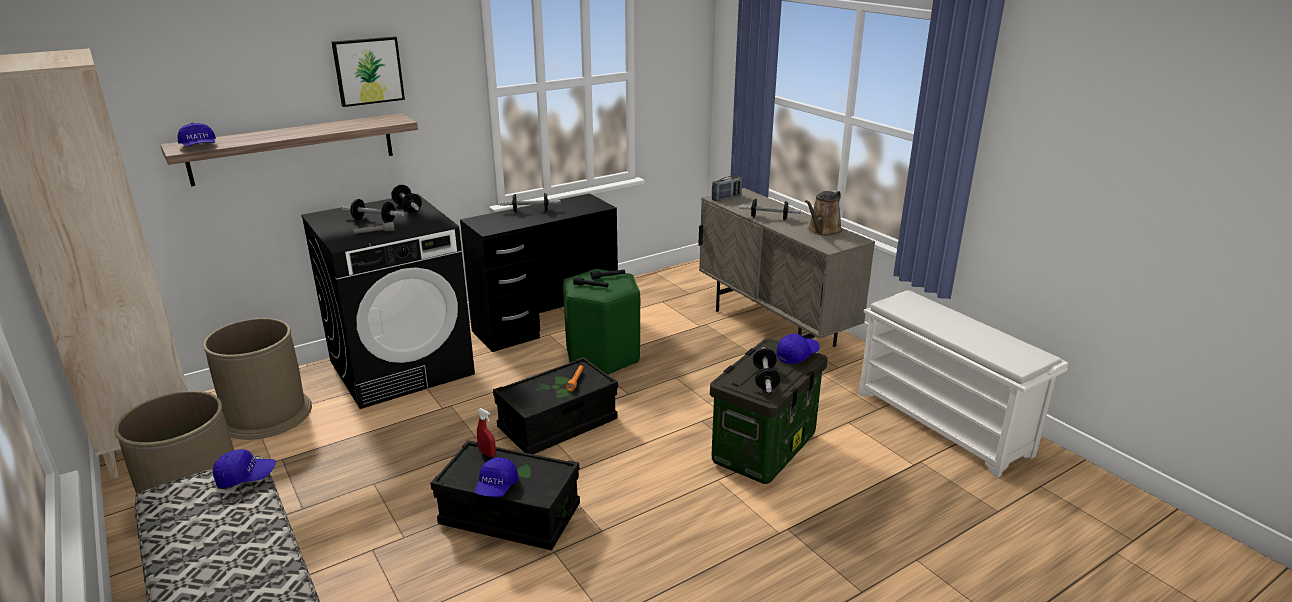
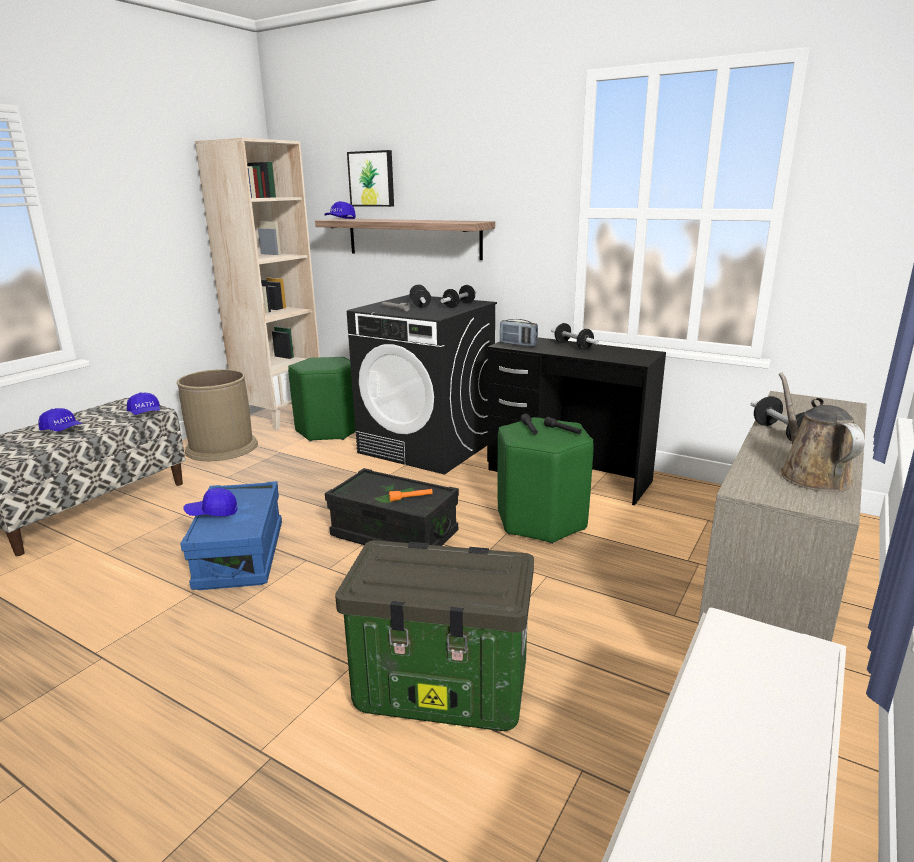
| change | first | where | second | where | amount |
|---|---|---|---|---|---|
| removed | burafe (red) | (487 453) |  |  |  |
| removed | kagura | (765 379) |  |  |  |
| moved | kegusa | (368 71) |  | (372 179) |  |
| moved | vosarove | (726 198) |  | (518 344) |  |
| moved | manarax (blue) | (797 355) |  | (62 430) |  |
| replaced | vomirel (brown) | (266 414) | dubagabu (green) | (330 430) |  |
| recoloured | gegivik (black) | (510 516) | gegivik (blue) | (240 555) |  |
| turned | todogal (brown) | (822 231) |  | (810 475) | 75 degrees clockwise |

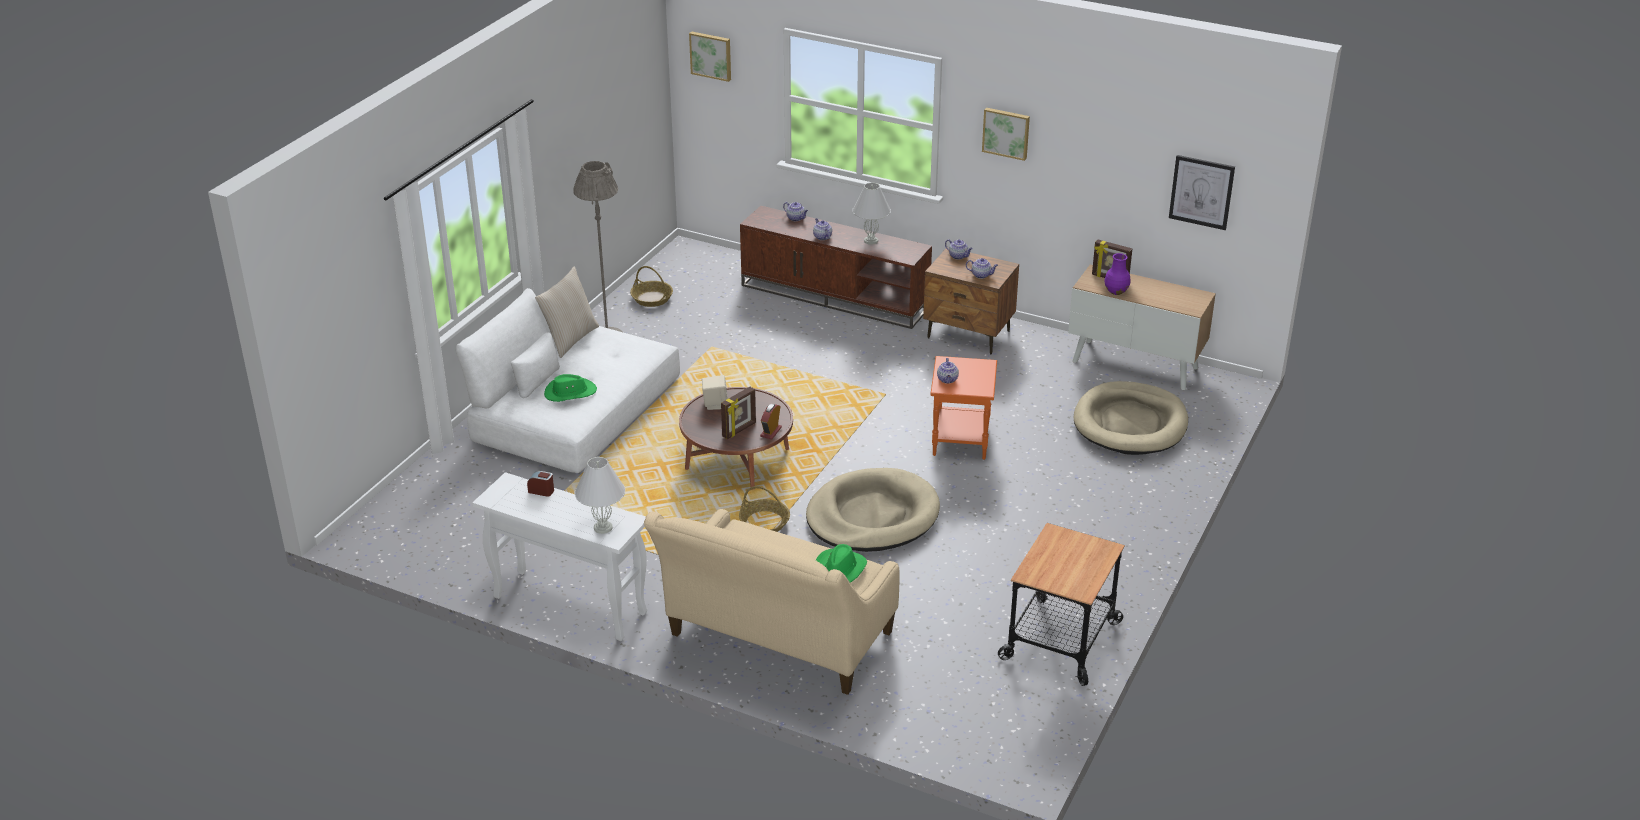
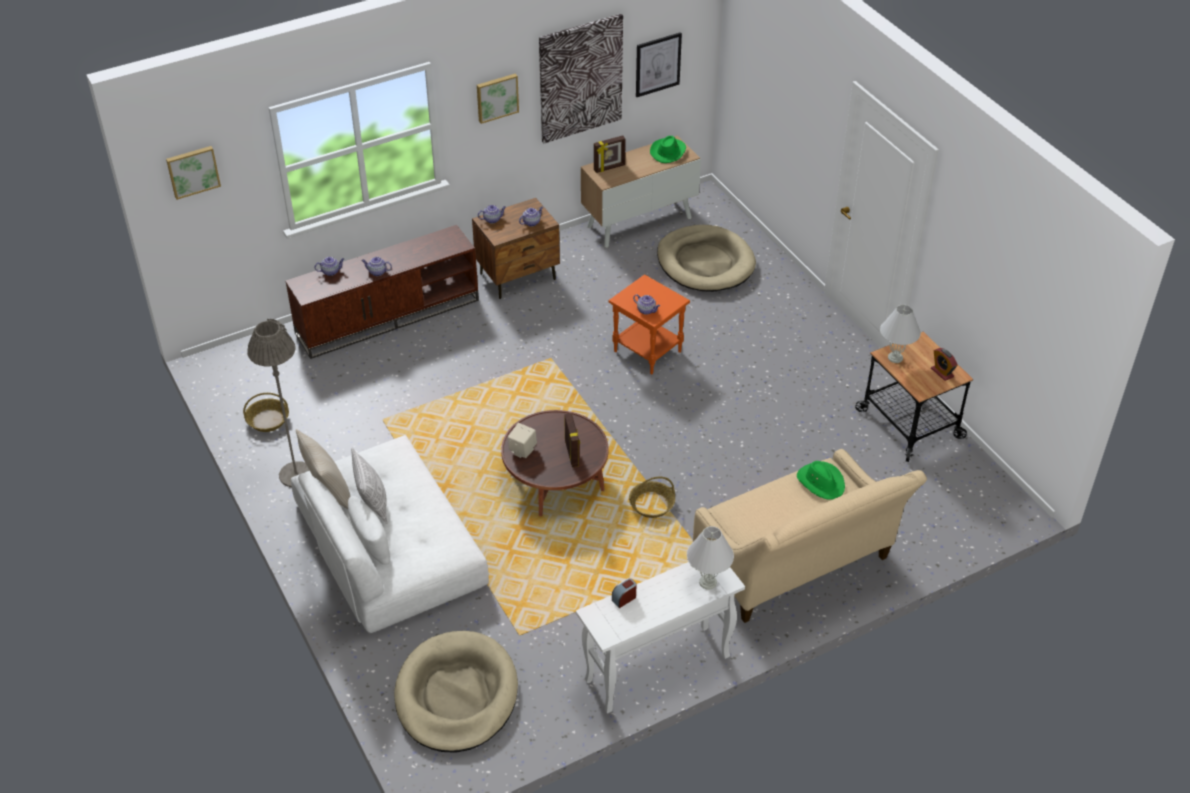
| change | first | where | second | where | amount |
|---|---|---|---|---|---|
| removed | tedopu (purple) | (1116 291) |  |  |  |
| added |  |  | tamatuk | (372 504) |  |
| added |  |  | kegusa | (580 78) |  |
| moved | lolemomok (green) | (570 392) |  | (668 151) |  |
| moved | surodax | (771 432) |  | (942 372) |  |
| moved | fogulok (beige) | (872 516) |  | (456 695) |  |
| moved | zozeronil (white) | (870 241) |  | (895 358) |  |

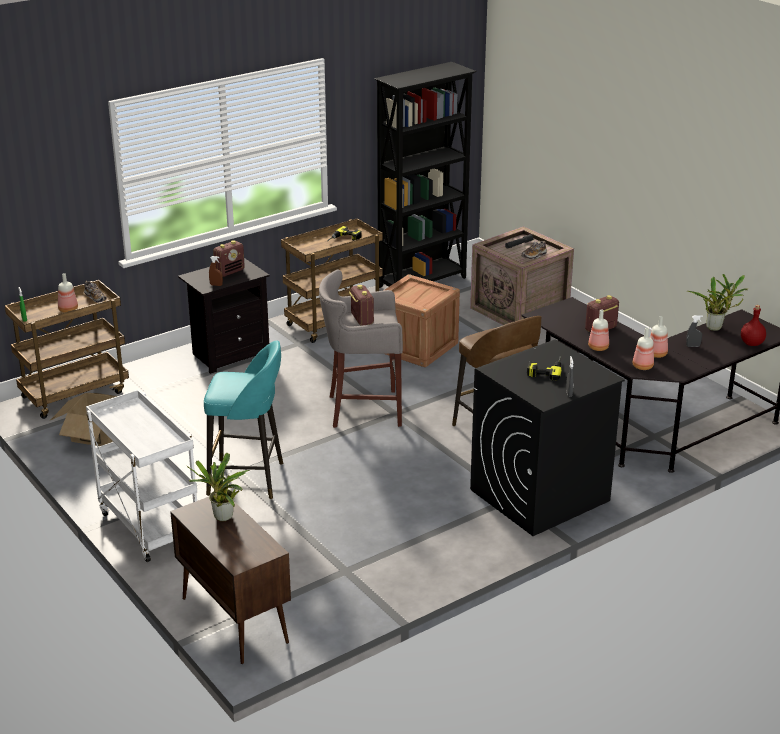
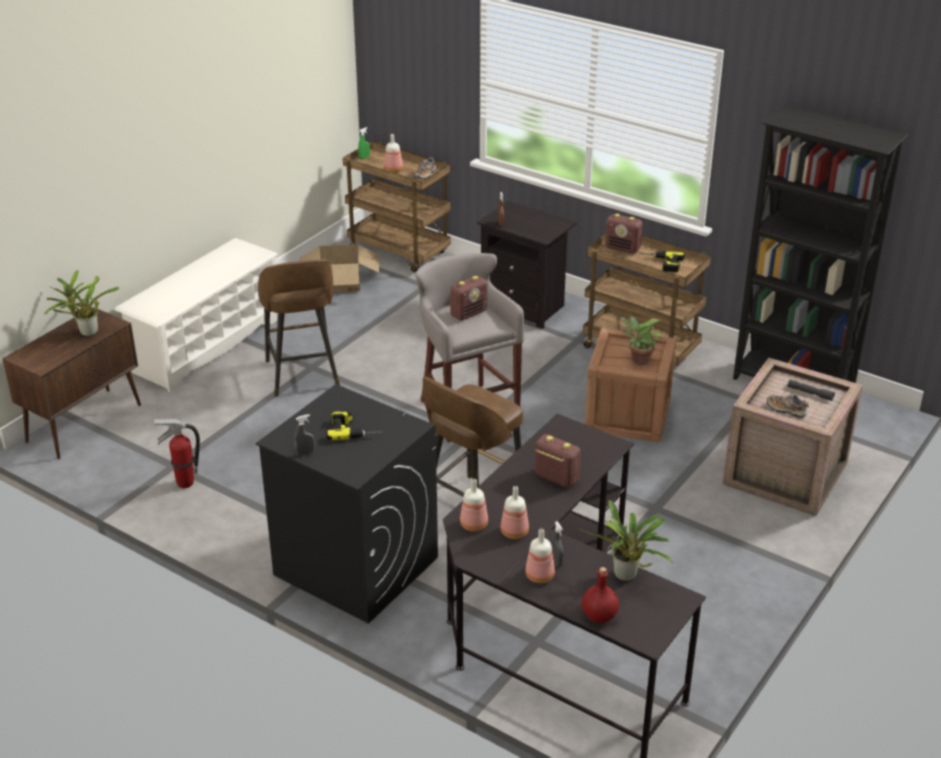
| change | first | where | second | where | amount |
|---|---|---|---|---|---|
| added |  |  | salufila | (184 483) |  |
| added |  |  | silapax | (638 360) |  |
| moved | vosarove | (230 272) |  | (623 248) |  |
| moved | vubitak | (597 347) |  | (540 575) |  |
| replaced | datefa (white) | (148 526) | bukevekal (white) | (207 345) |  |
| recoloured | dubagabu (turquoise) | (248 479) | dubagabu (brown) | (302 375) |  |

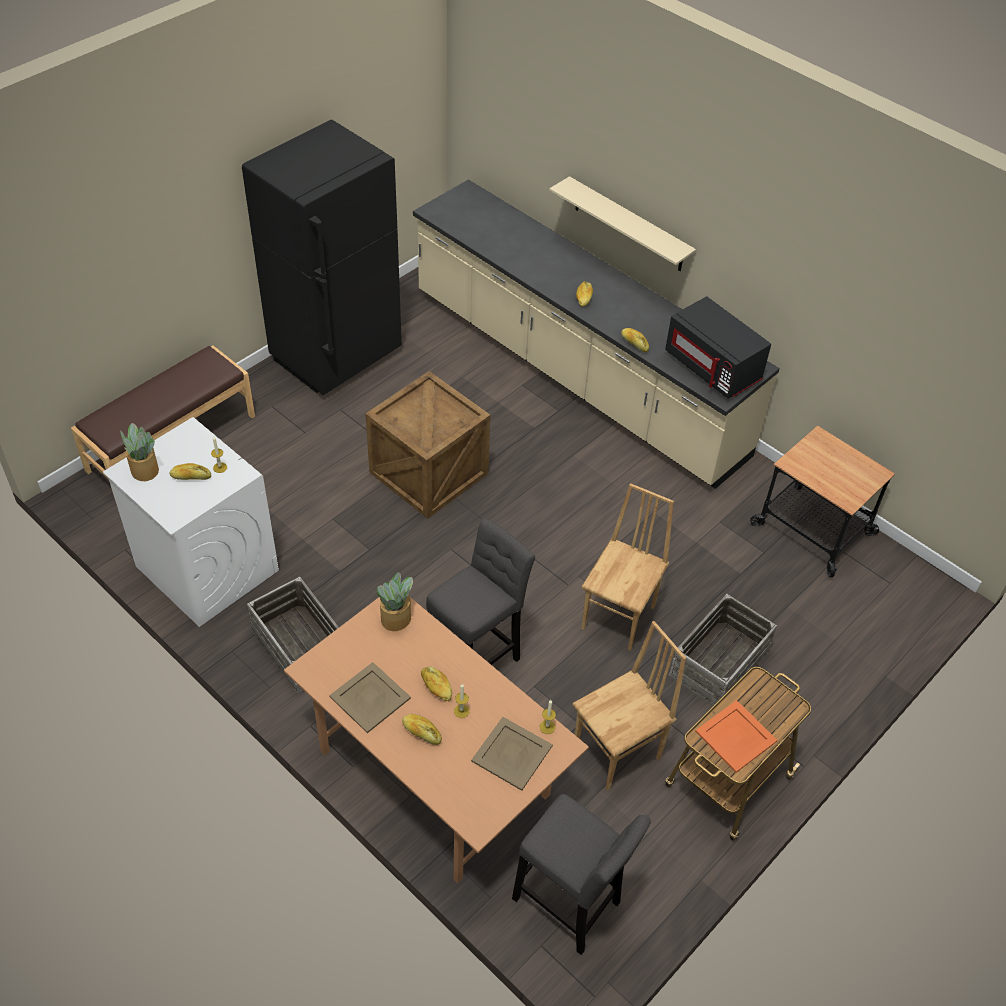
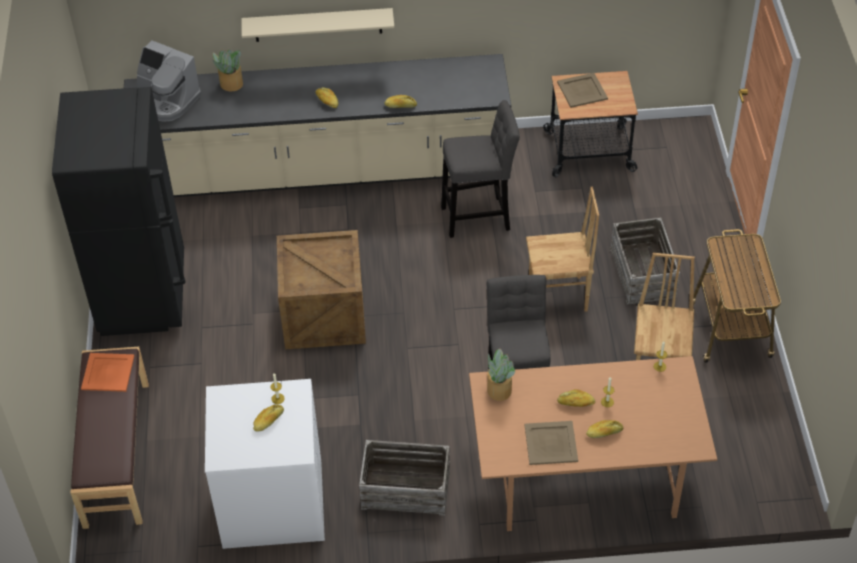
| change | first | where | second | where | amount |
|---|---|---|---|---|---|
| removed | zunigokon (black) | (713 368) |  |  |  |
| added |  |  | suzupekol | (166 100) |  |
| moved | silapax | (145 469) |  | (231 84) |  |
| moved | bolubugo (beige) | (512 754) |  | (582 90) |  |
| moved | dubagabu (grey) | (570 906) |  | (479 217) |  |
| moved | bolubugo (orange) | (735 736) |  | (107 373) |  |
| turned | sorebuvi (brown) | (620 617) |  | (558 297) | 105 degrees clockwise |

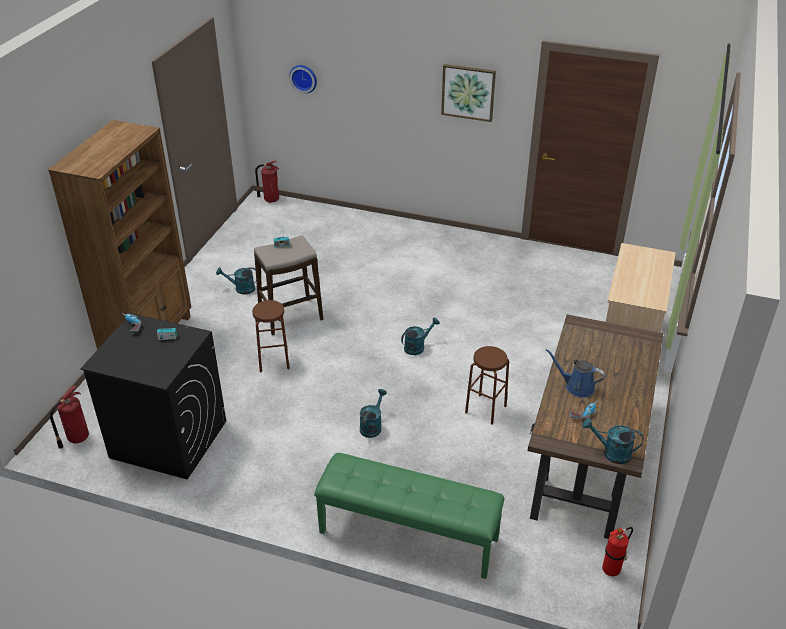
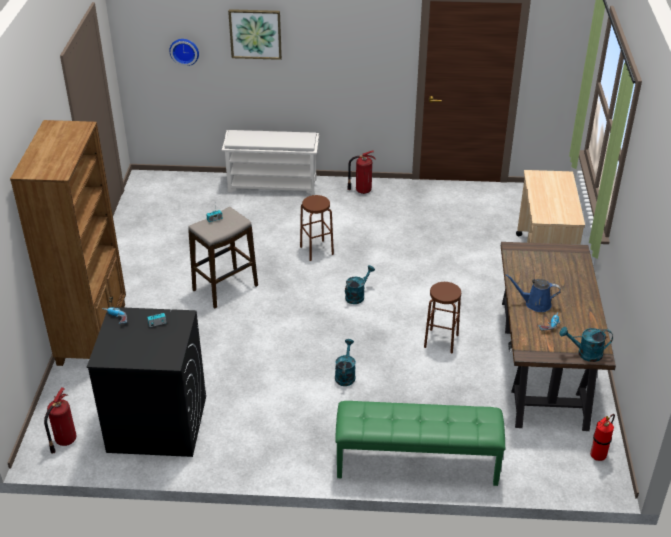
| change | first | where | second | where | amount |
|---|---|---|---|---|---|
| removed | todogal (turquoise) | (241 289) |  |  |  |
| added |  |  | bukevekal (white) | (273 185) |  |
| moved | dubagabu (brown) | (274 361) |  | (316 250) |  |
| moved | salufila | (270 199) |  | (362 190) |  |
| moved | kegusa | (468 92) |  | (255 33) |  |

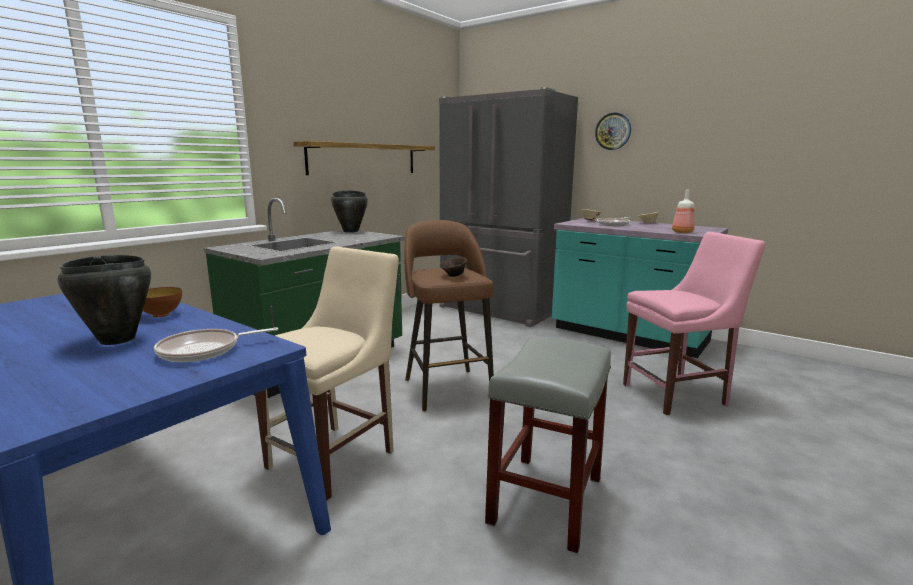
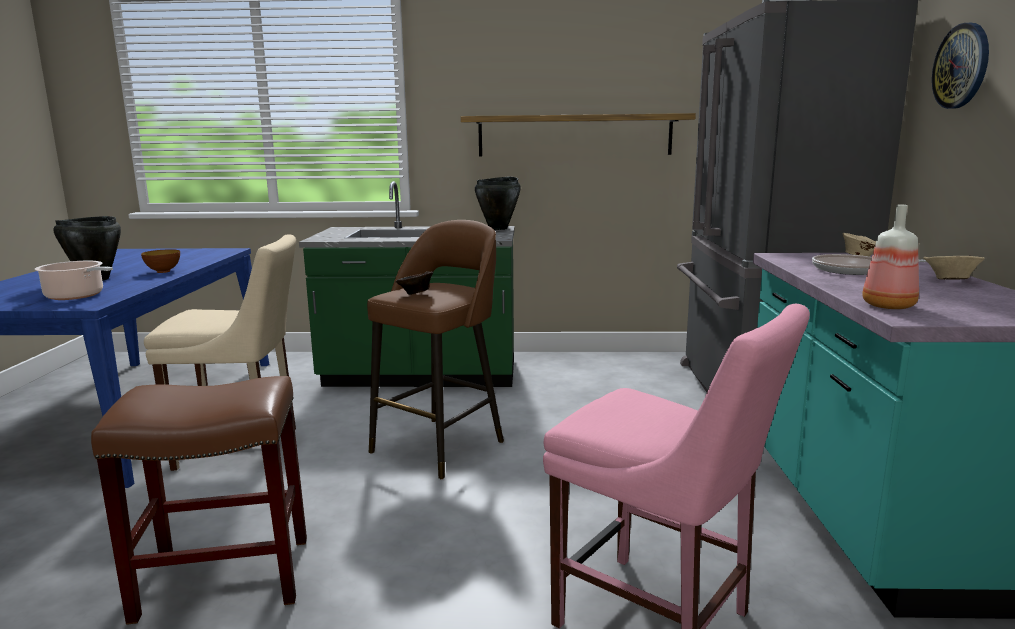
| change | first | where | second | where | amount |
|---|---|---|---|---|---|
| replaced | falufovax | (204 350) | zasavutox | (77 296) |  |
| recoloured | dubagabu (grey) | (545 499) | dubagabu (brown) | (227 577) |  |

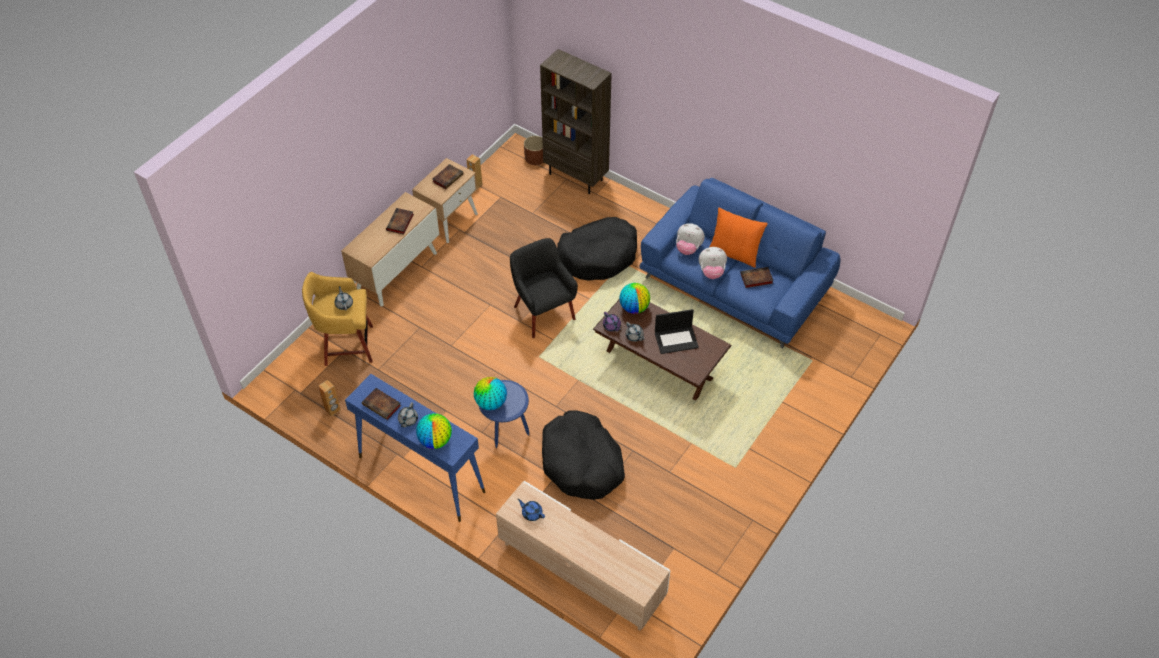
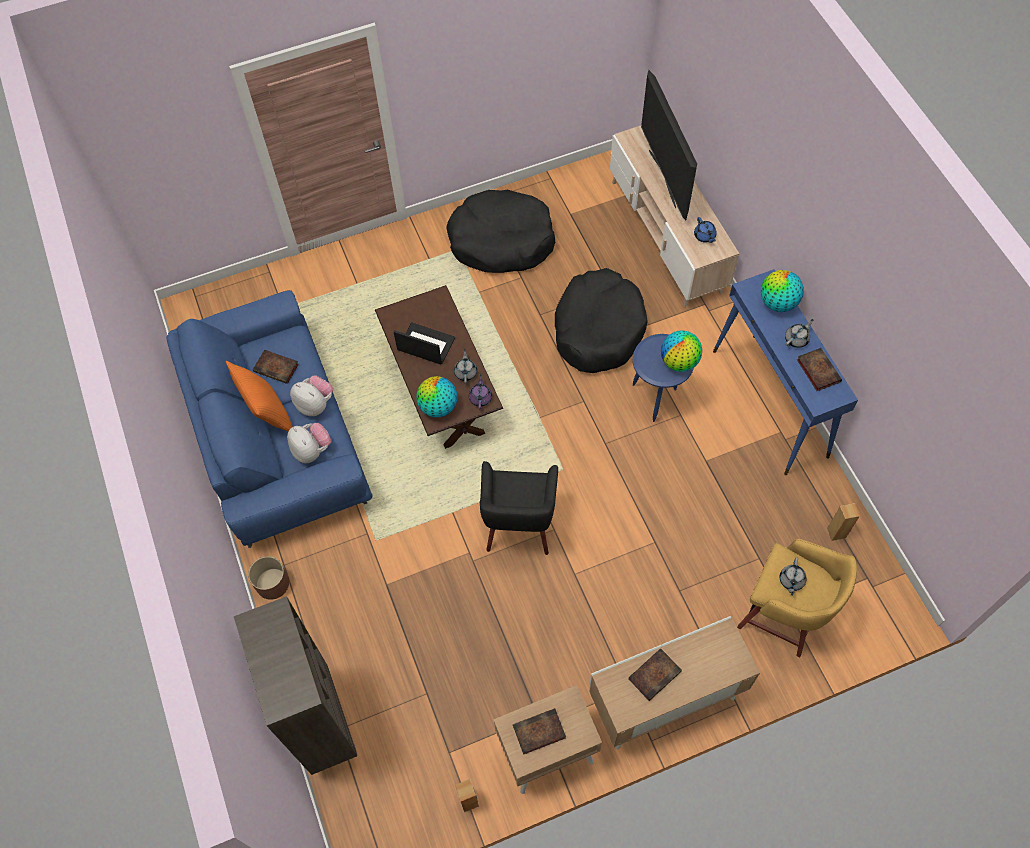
| change | first | where | second | where | amount |
|---|---|---|---|---|---|
| added |  |  | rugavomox | (663 178) |  |
| moved | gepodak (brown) | (535 158) |  | (272 583) |  |
| moved | fogulok (black) | (598 256) |  | (501 241) |  |

